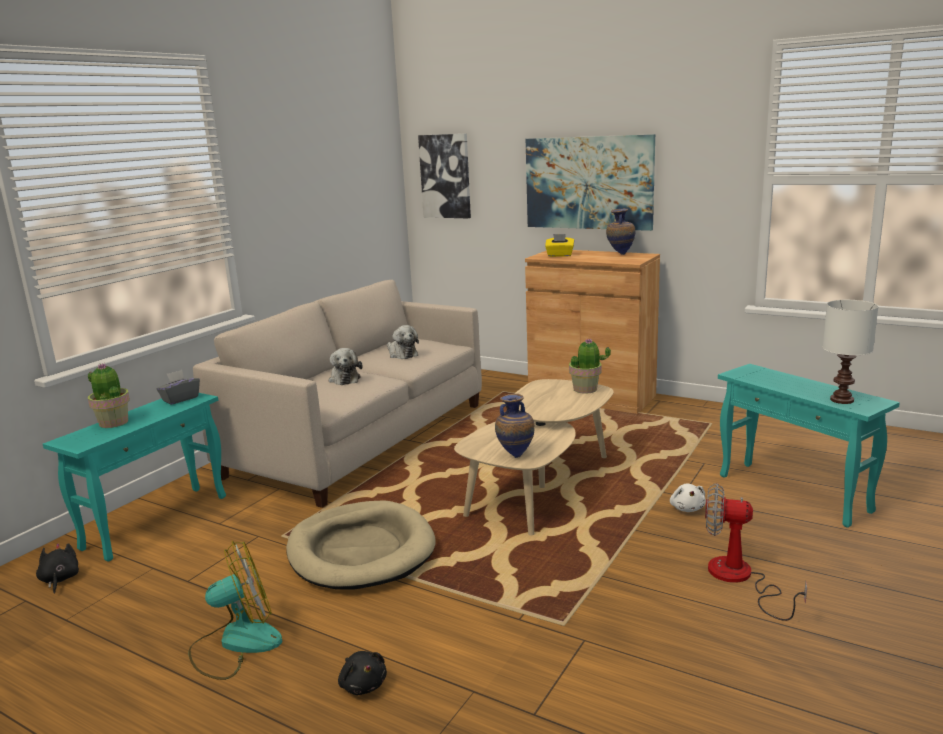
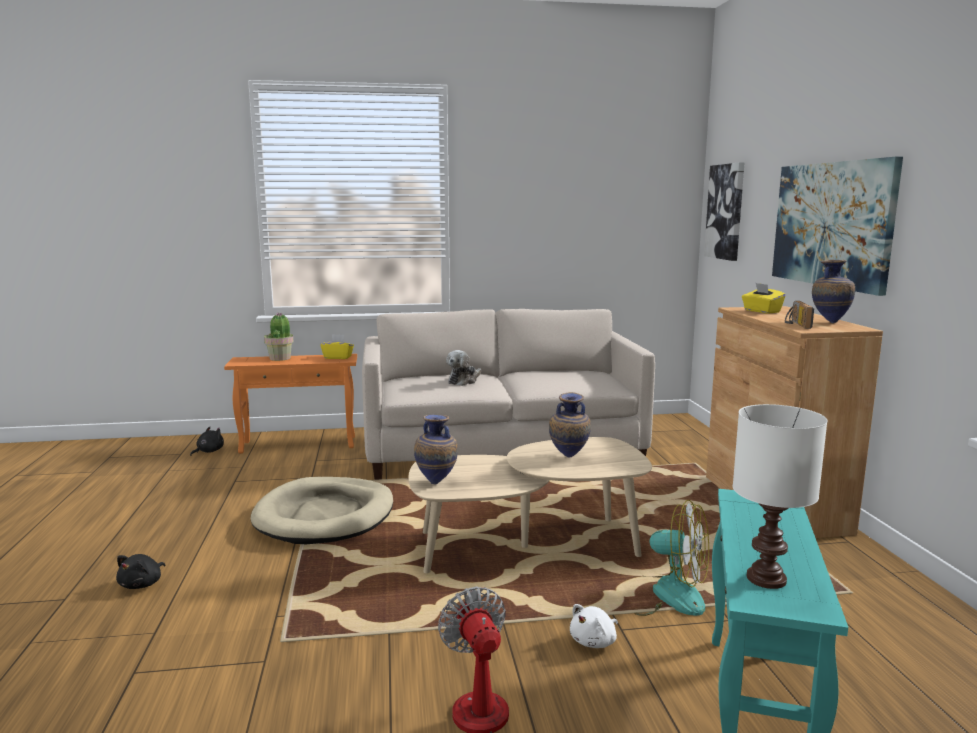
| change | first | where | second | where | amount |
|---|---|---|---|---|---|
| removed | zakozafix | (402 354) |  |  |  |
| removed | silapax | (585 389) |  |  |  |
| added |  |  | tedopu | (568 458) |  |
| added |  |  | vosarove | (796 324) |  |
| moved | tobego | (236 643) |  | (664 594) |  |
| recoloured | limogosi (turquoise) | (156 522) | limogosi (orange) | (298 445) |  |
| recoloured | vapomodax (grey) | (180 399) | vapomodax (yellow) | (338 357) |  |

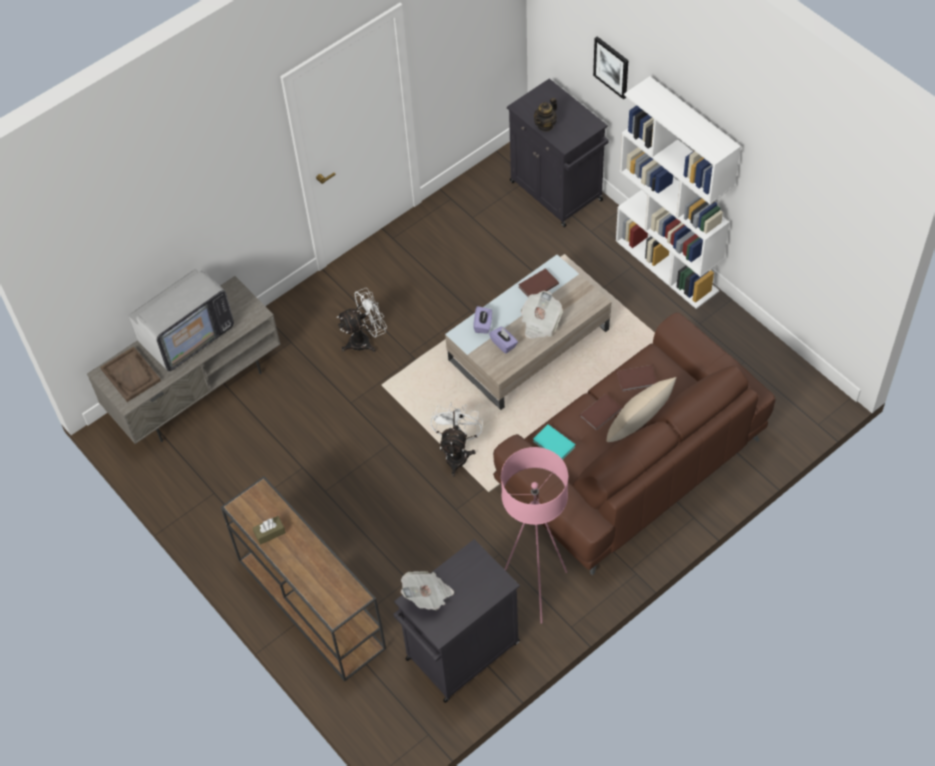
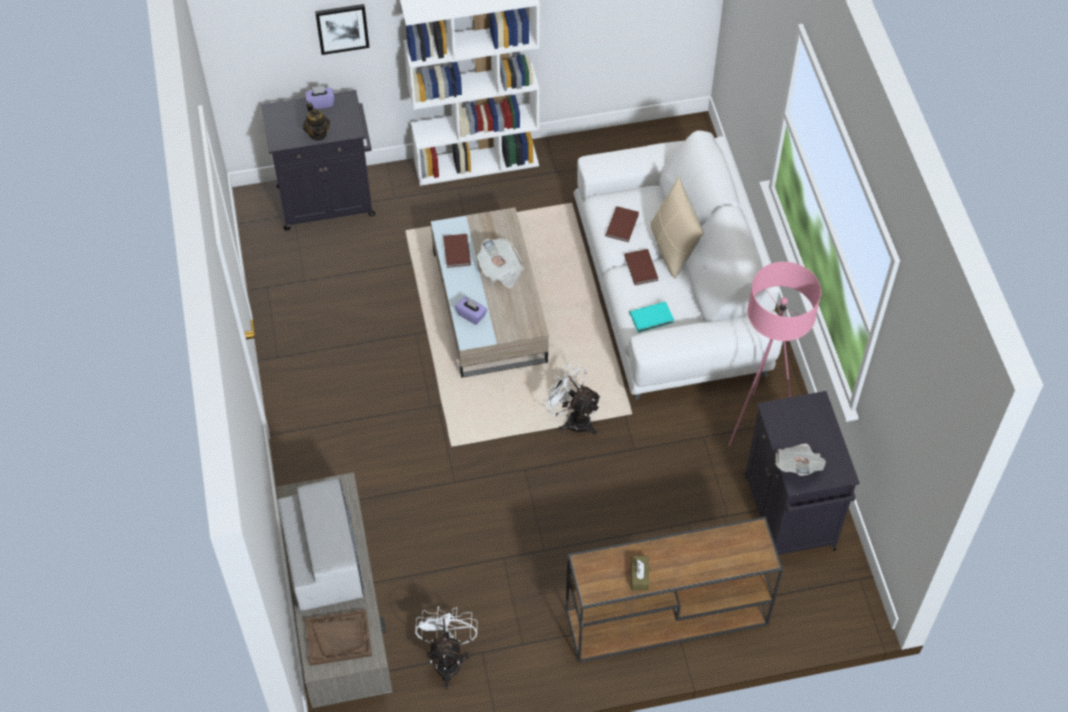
| change | first | where | second | where | amount |
|---|---|---|---|---|---|
| moved | tobego (white) | (365 340) |  | (448 659) |  |
| moved | vapomodax (purple) | (504 344) |  | (320 103) |  |
| recoloured | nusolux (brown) | (631 464) | nusolux (white) | (670 292) |  |

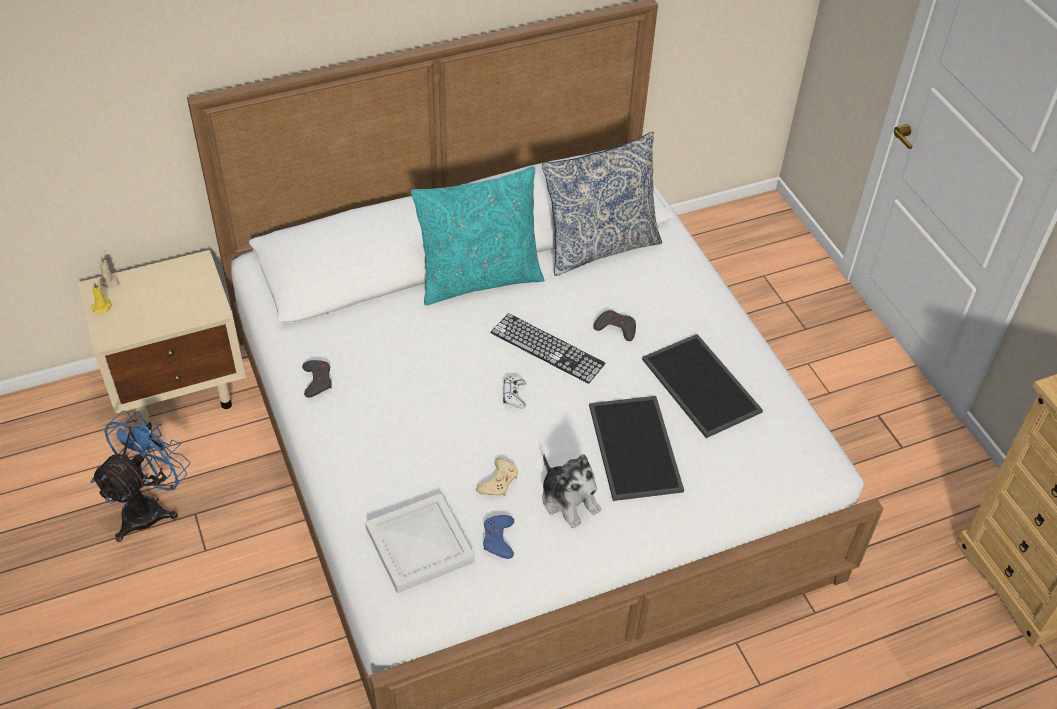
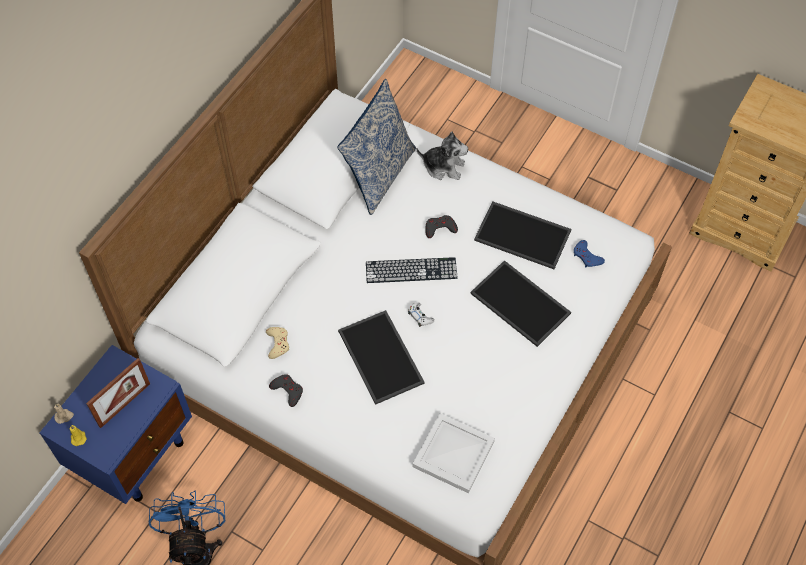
| change | first | where | second | where | amount |
|---|---|---|---|---|---|
| removed | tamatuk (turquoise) | (479 278) |  |  |  |
| added |  |  | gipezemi | (124 405) |  |
| added |  |  | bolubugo | (382 357) |  |
| moved | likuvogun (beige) | (498 481) |  | (278 343) |  |
| moved | likuvogun (blue) | (498 539) |  | (587 257) |  |
| moved | zakozafix | (569 500) |  | (443 167) |  |
| recoloured | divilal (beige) | (180 388) | divilal (blue) | (134 453) |  |

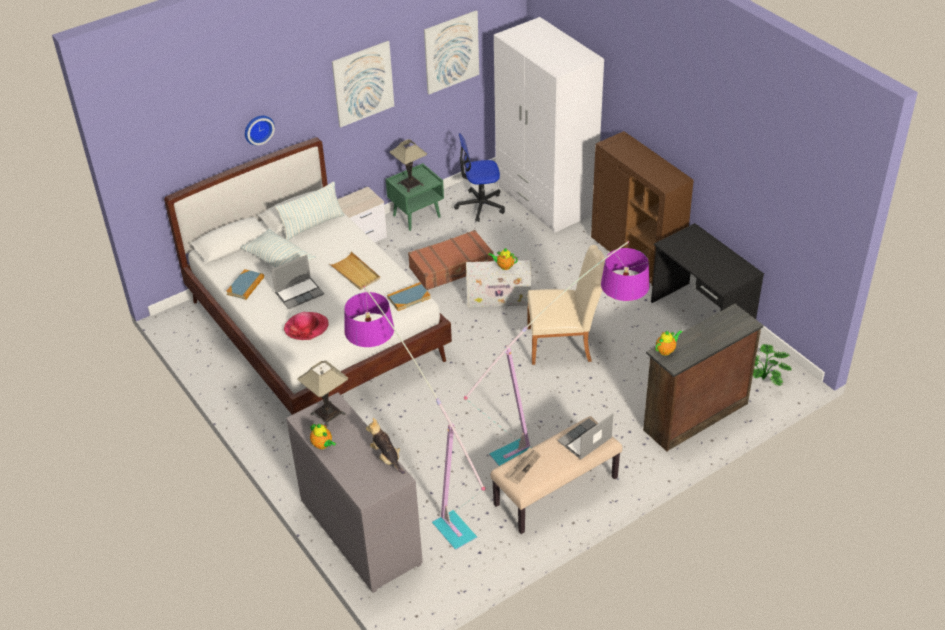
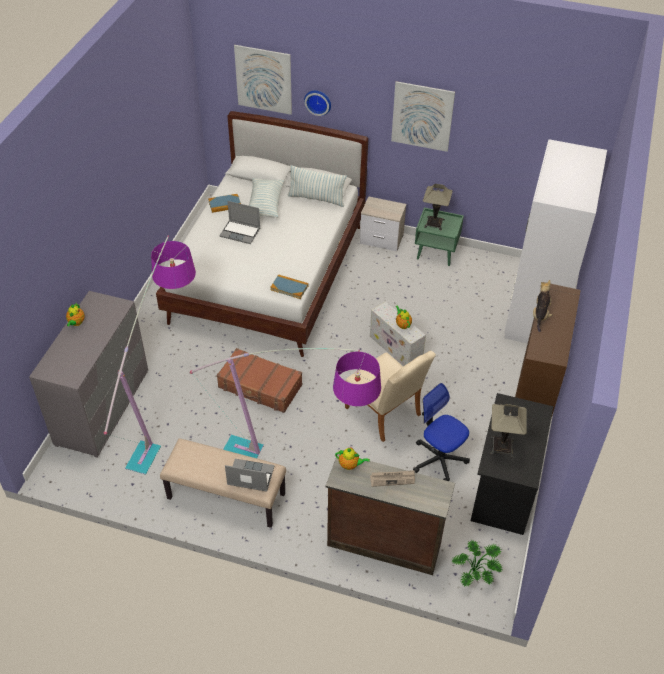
| change | first | where | second | where | amount |
|---|---|---|---|---|---|
| removed | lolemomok | (306 327) |  |  |  |
| removed | bolubugo (beige) | (355 273) |  |  |  |
| moved | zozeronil | (328 414) |  | (502 446) |  |
| moved | zakozafix | (387 458) |  | (540 315) |  |
| moved | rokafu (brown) | (452 268) |  | (260 387) |  |
| moved | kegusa | (451 52) |  | (263 79) |  |
| moved | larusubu | (480 206) |  | (439 459) |  |
| moved | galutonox | (523 466) |  | (392 479) |  |

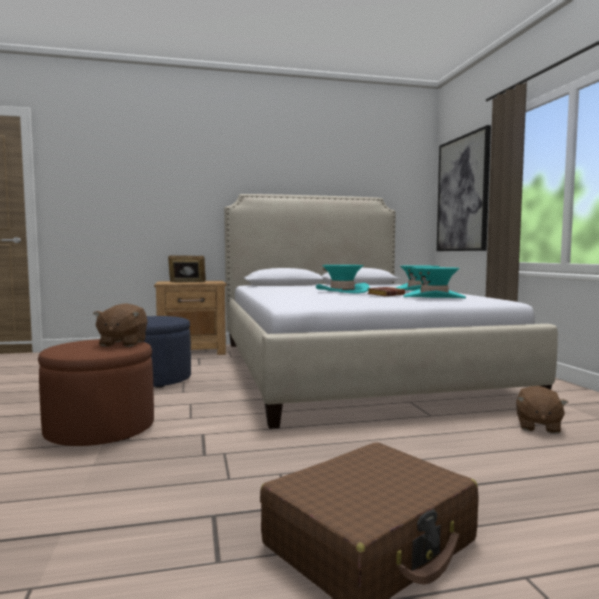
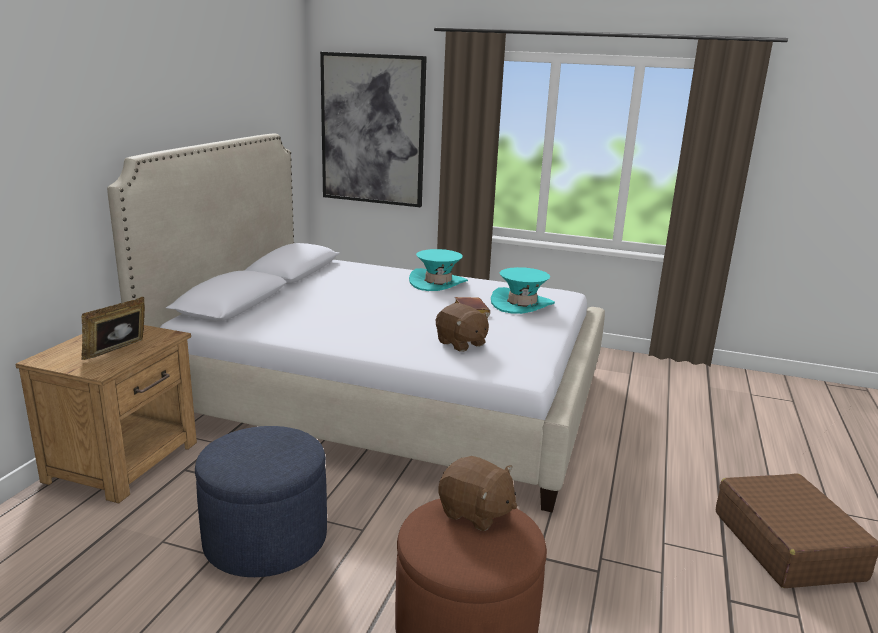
| change | first | where | second | where | amount |
|---|---|---|---|---|---|
| removed | lolemomok (turquoise) | (342 291) |  |  |  |
| moved | zakozafix (brown) | (537 426) |  | (461 343) |  |

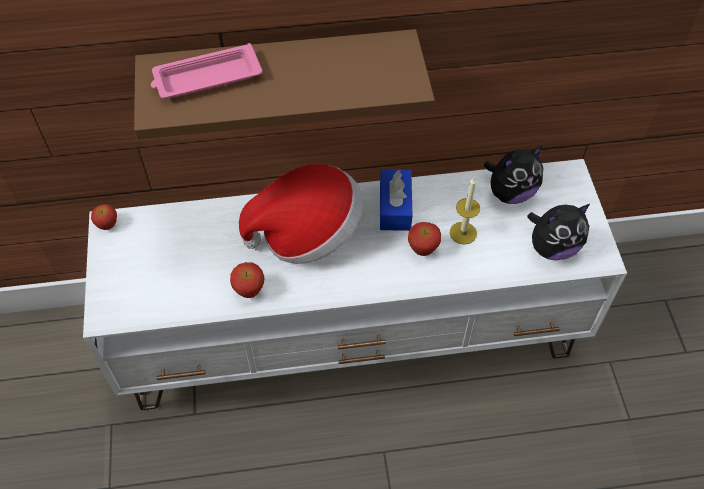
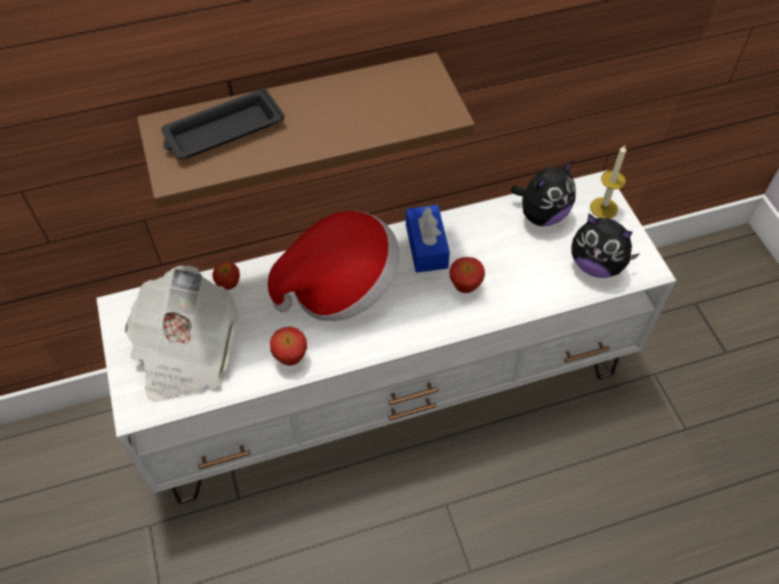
| change | first | where | second | where | amount |
|---|---|---|---|---|---|
| added |  |  | galutonox | (185 352) |  |
| moved | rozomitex | (107 224) |  | (228 283) |  |
| moved | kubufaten | (463 233) |  | (603 208) |  |
| recoloured | bolubugo (pink) | (206 78) | bolubugo (black) | (222 131) |  |
| turned | zakozafix | (552 247) |  | (596 265) | 60 degrees clockwise |

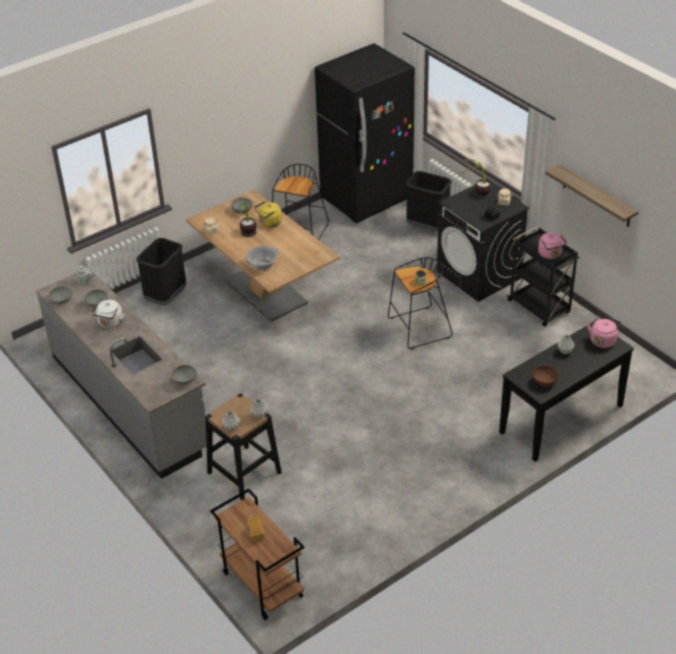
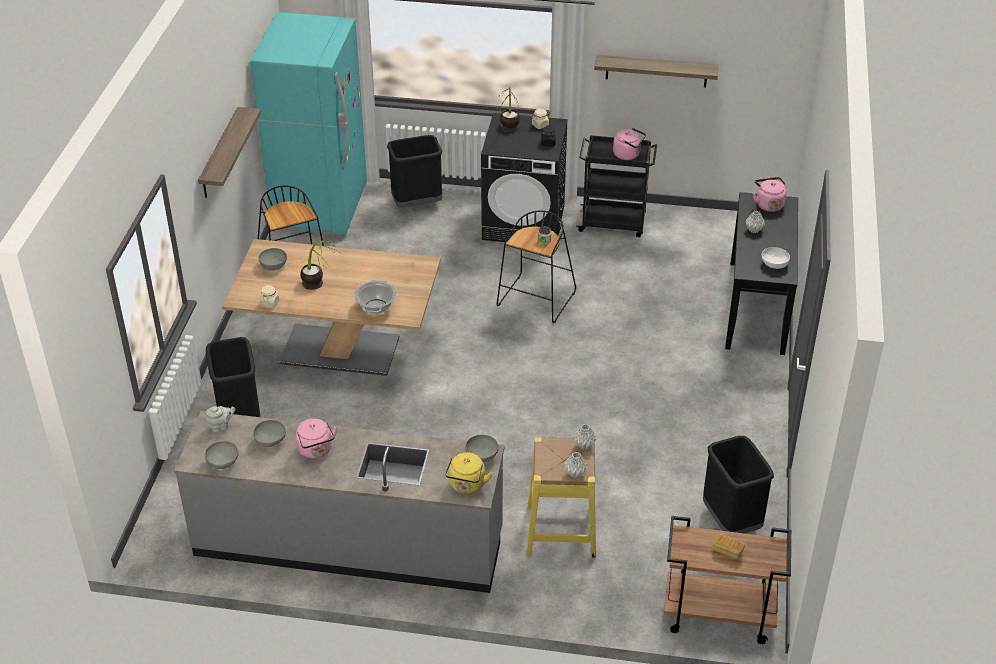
| change | first | where | second | where | amount |
|---|---|---|---|---|---|
| added |  |  | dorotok | (220 154) |  |
| added |  |  | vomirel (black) | (730 520) |  |
| moved | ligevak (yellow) | (269 223) |  | (467 486) |  |
| recoloured | ligevak (white) | (110 323) | ligevak (pink) | (316 451) |  |
| recoloured | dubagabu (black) | (244 472) | dubagabu (yellow) | (561 530) |  |
| recoloured | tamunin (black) | (366 200) | tamunin (turquoise) | (320 207) |  |
| recoloured | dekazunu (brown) | (544 381) | dekazunu (white) | (774 264) |  |

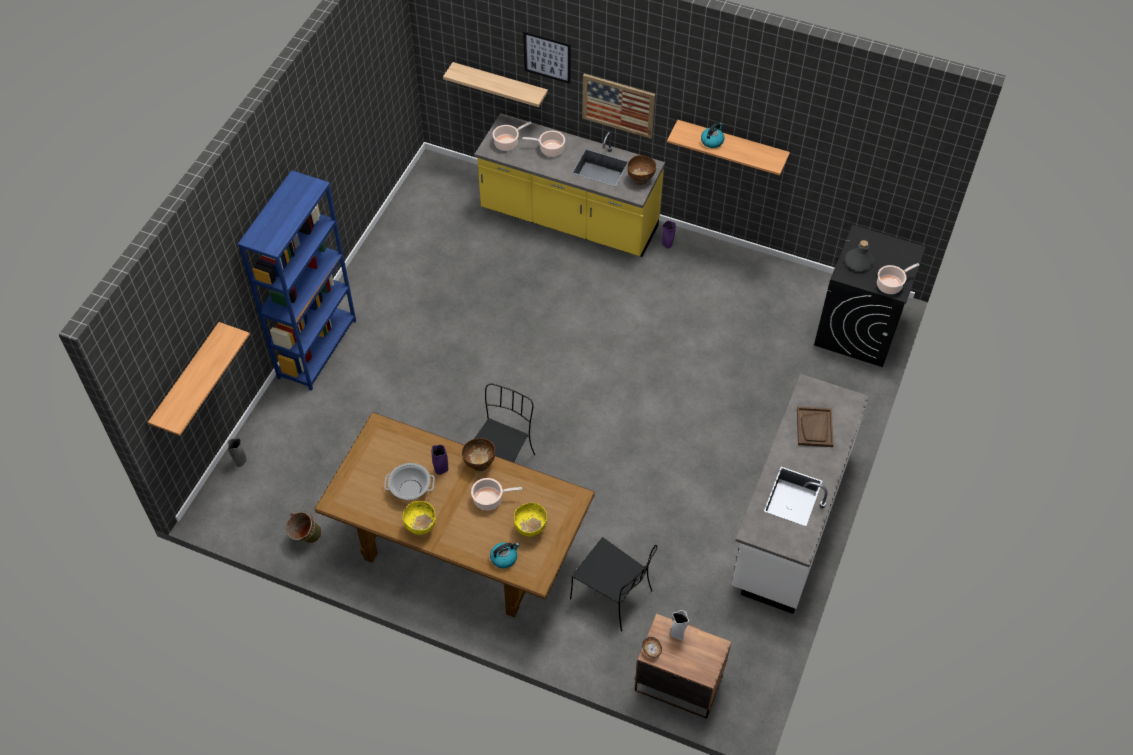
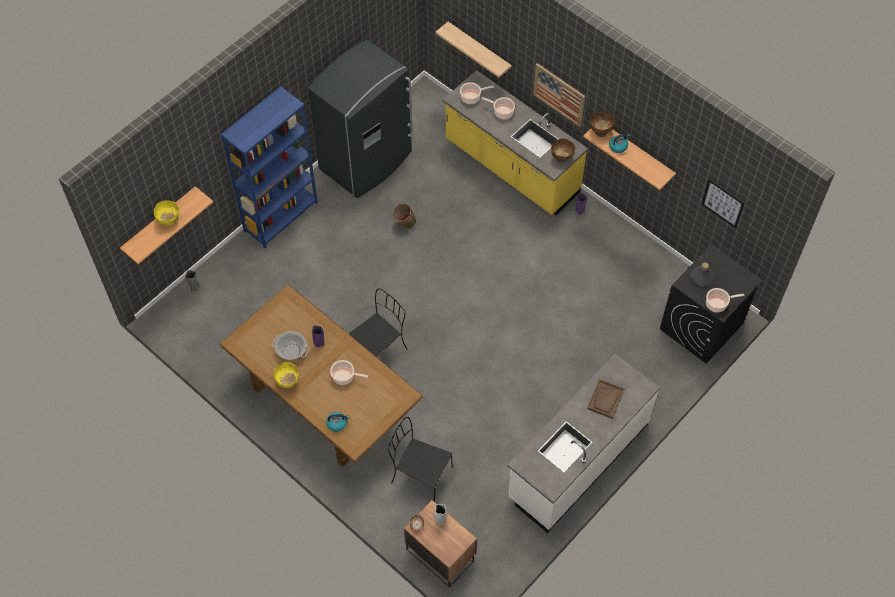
| change | first | where | second | where | amount |
|---|---|---|---|---|---|
| added |  |  | tamunin (grey) | (367 161) |  |
| moved | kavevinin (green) | (306 538) |  | (404 224) |  |
| moved | dekazunu (brown) | (479 464) |  | (600 131) |  |
| moved | dekazunu (yellow) | (530 529) |  | (169 220) |  |
| moved | kegusa | (547 57) |  | (722 203) |  |
| turned | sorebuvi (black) | (613 596) |  | (420 475) | 150 degrees clockwise |

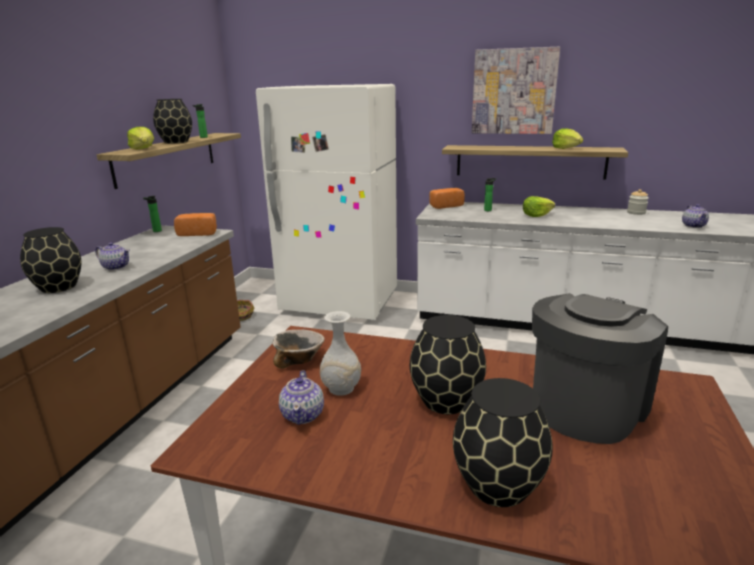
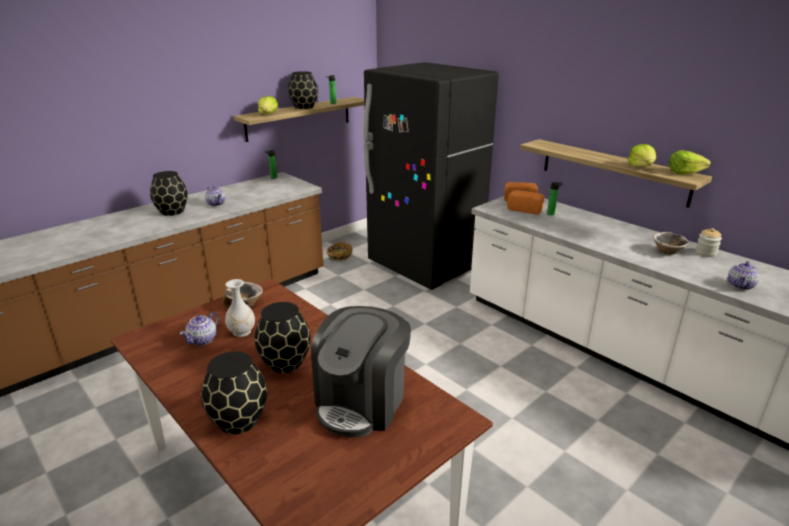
| change | first | where | second | where | amount |
|---|---|---|---|---|---|
| removed | kegusa | (513 91) |  |  |  |
| added |  |  | dekazunu | (667 251) |  |
| moved | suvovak | (198 233) |  | (525 209) |  |
| moved | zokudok | (536 215) |  | (684 173) |  |
| recoloured | tamunin (white) | (340 303) | tamunin (black) | (424 266) |  |
| turned | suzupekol | (586 406) |  | (362 402) | 135 degrees clockwise |

